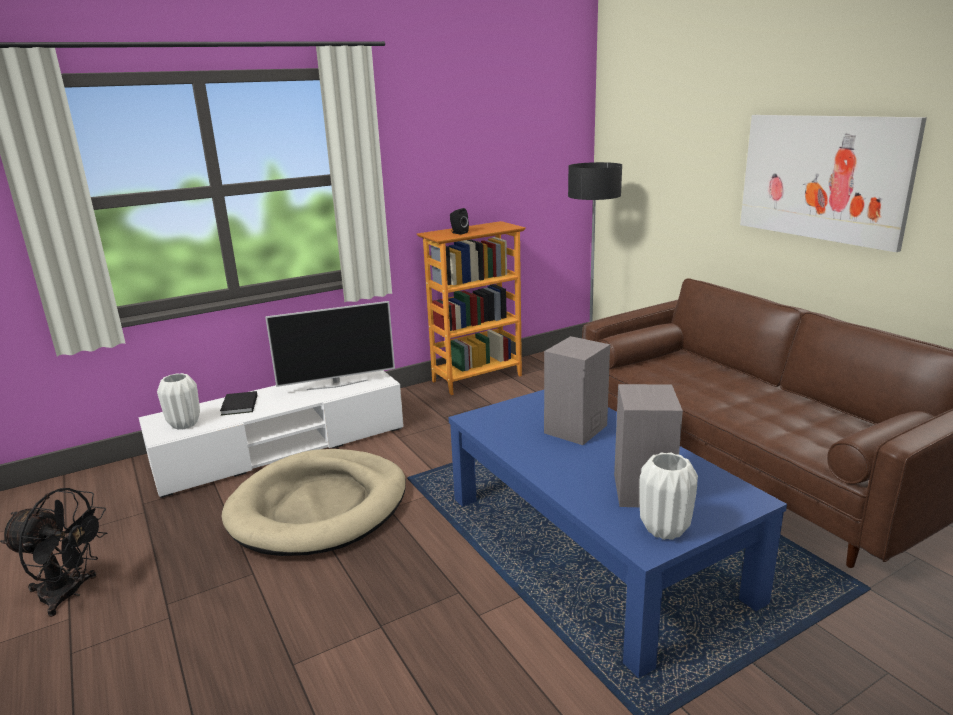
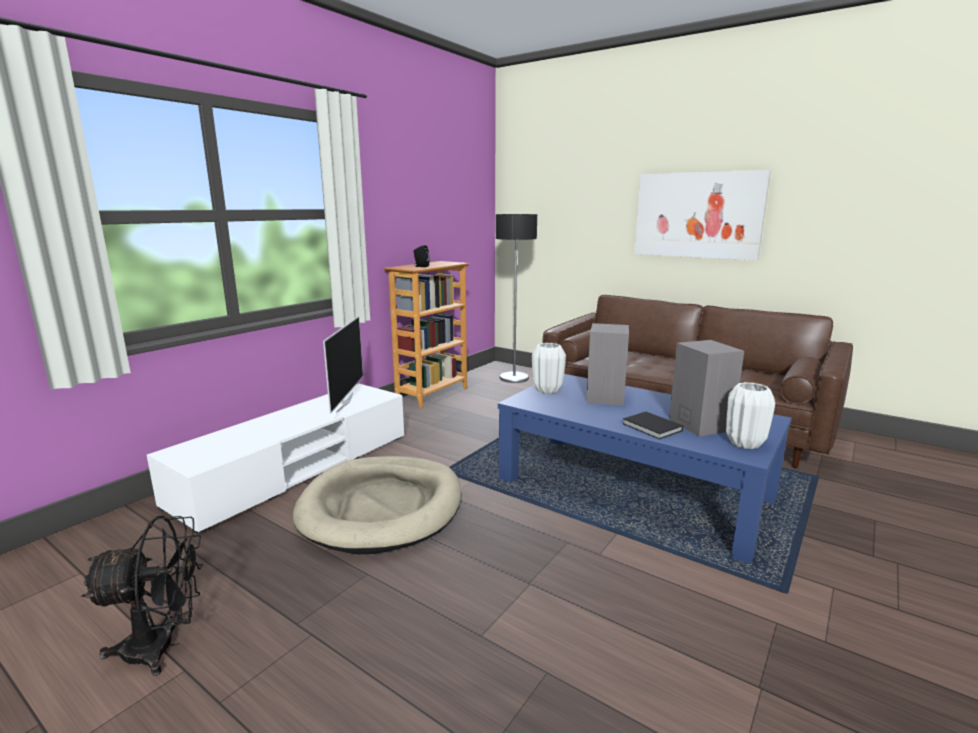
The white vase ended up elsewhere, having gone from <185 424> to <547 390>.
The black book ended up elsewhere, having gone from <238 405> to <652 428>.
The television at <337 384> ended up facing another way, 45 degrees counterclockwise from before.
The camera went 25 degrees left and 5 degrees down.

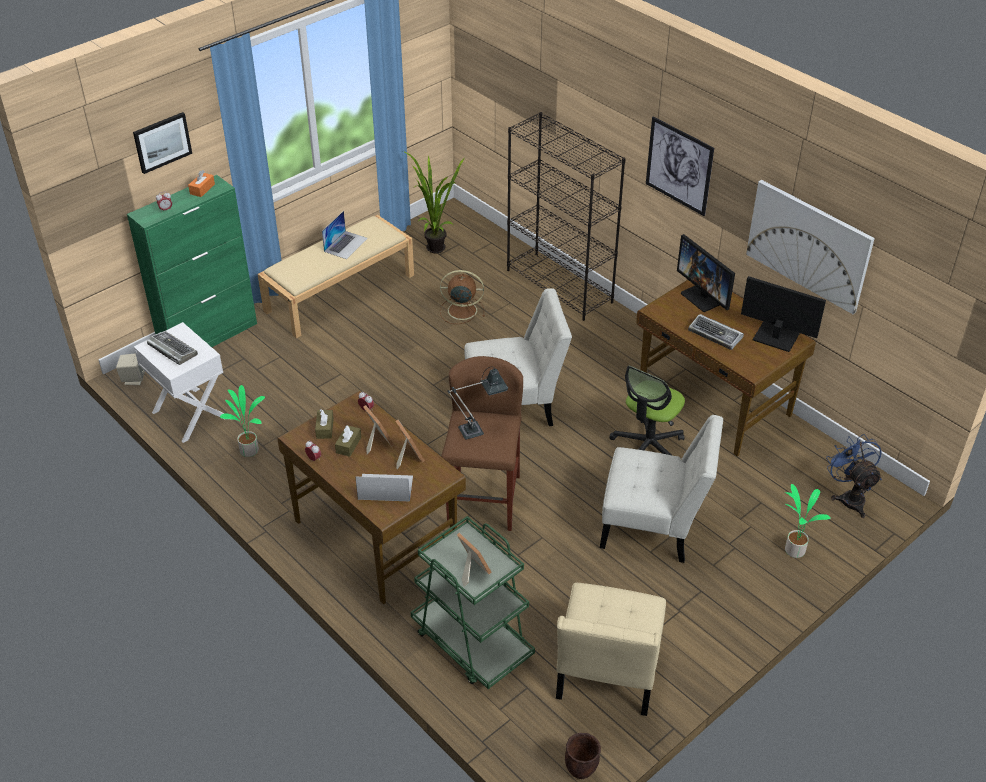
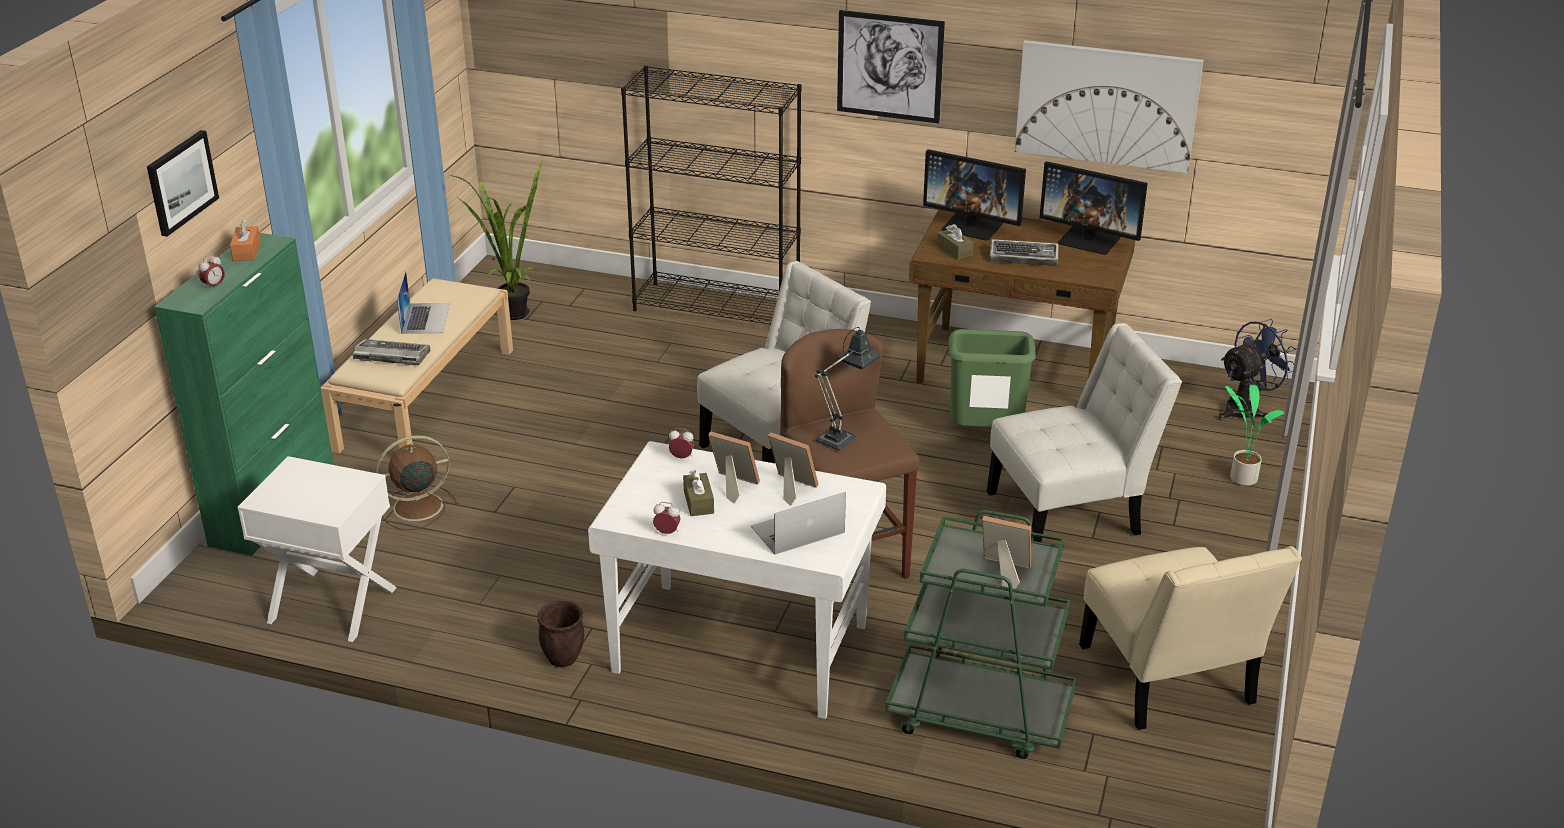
The second view lost the beige speaker at <133 379>.
The keyboard ended up elsewhere, having gone from <172 350> to <391 356>.
The second view lost the potted plant at <249 449>.
What was the brown desk at <375 535> turned into the white desk at <740 647>.
The brown tissue box ended up elsewhere, having gone from <325 428> to <954 250>.
The brown fan ended up elsewhere, having gone from <461 310> to <415 507>.
The brown planter ended up elsewhere, having gone from <580 771> to <563 659>.
Where the office chair stood at <648 447>, the green trash can came to stand at <984 435>.
The monitor at <775 336> ended up facing another way, 150 degrees counterclockwise from before.
The blue fan at <849 497> ended up facing another way, 105 degrees clockwise from before.
The camera went 30 degrees left and 10 degrees down.

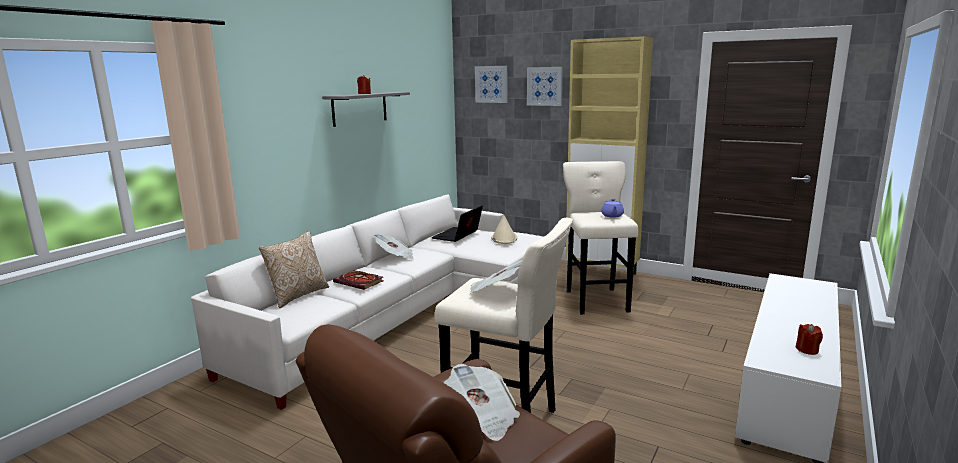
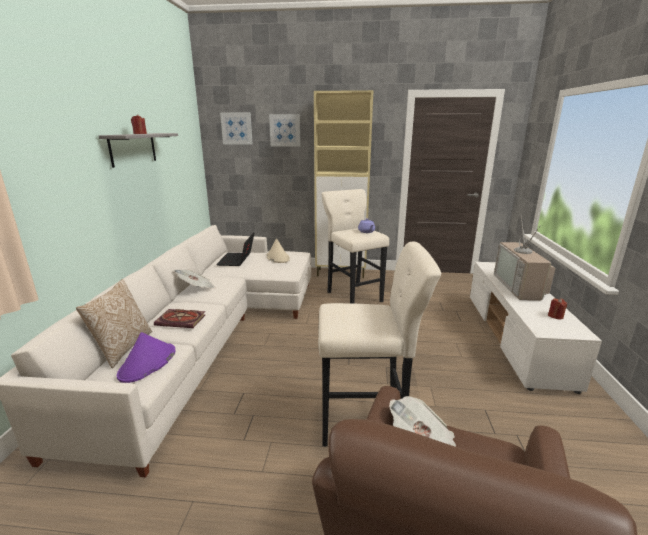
The second view lost the newspaper at <496 291>.
The second view gained the purple hat at <147 363>.
The second view gained the television at <521 287>.
The camera went 25 degrees left and 5 degrees up.

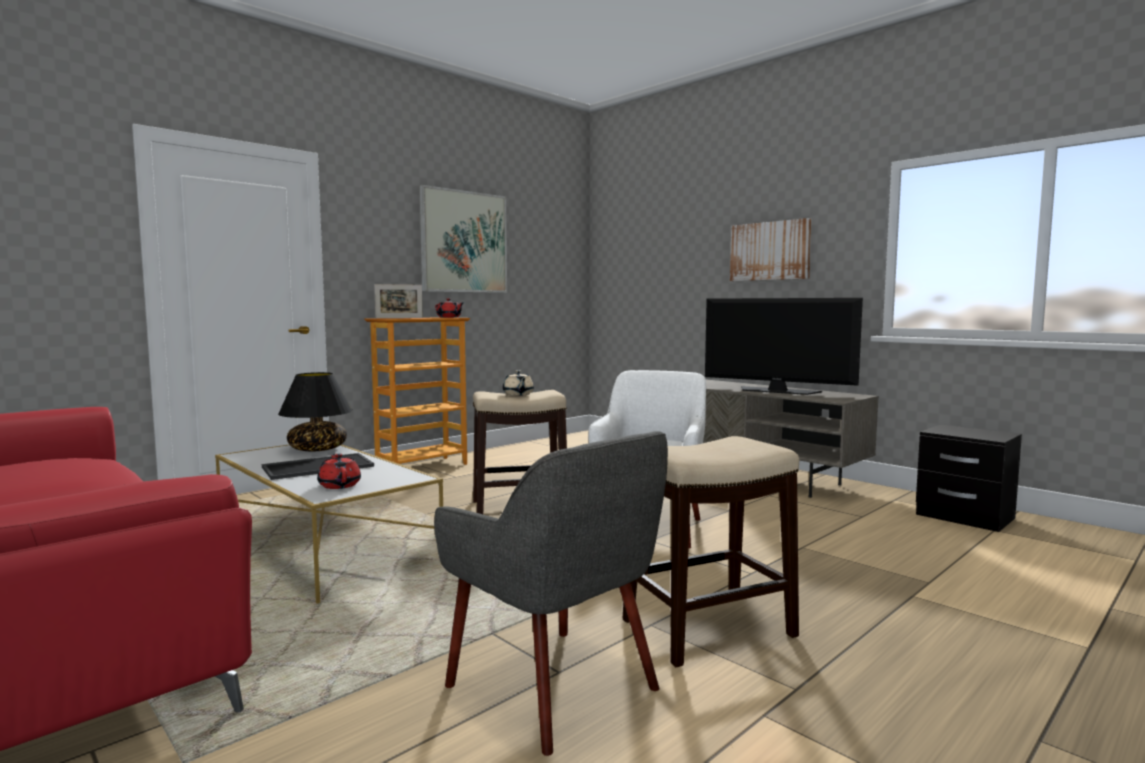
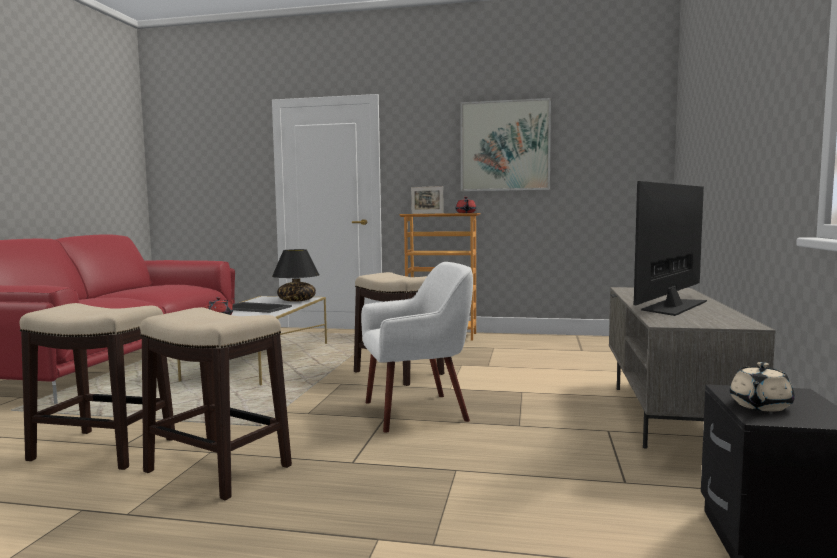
Where the grey armchair stood at <555 687>, the stool came to stand at <102 449>.
The beige teapot ended up elsewhere, having gone from <518 394> to <760 406>.
The television at <777 391> ended up facing another way, 45 degrees clockwise from before.
The second view lost the picture at <770 251>.
The camera went 55 degrees right and 0 degrees up.

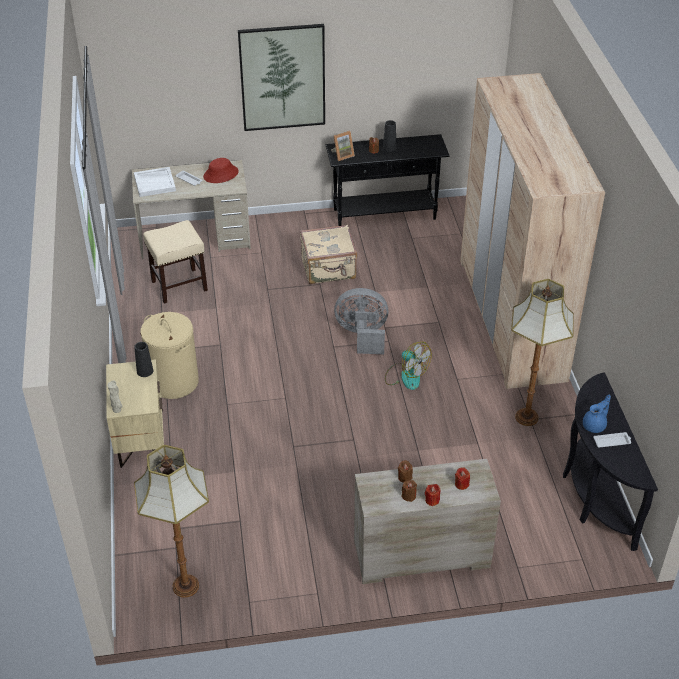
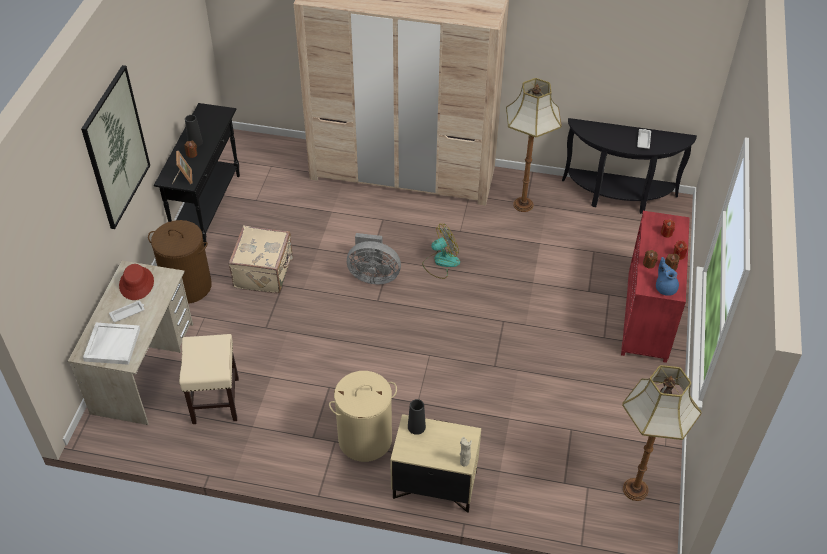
The grey fan at <362 335> ended up facing another way, 105 degrees counterclockwise from before.
What was the beige dresser at <421 556> turned into the red dresser at <647 316>.
The blue teapot ended up elsewhere, having gone from <595 425> to <665 287>.
The second view gained the brown laundry basket at <188 286>.
The camera went 70 degrees left and 5 degrees up.

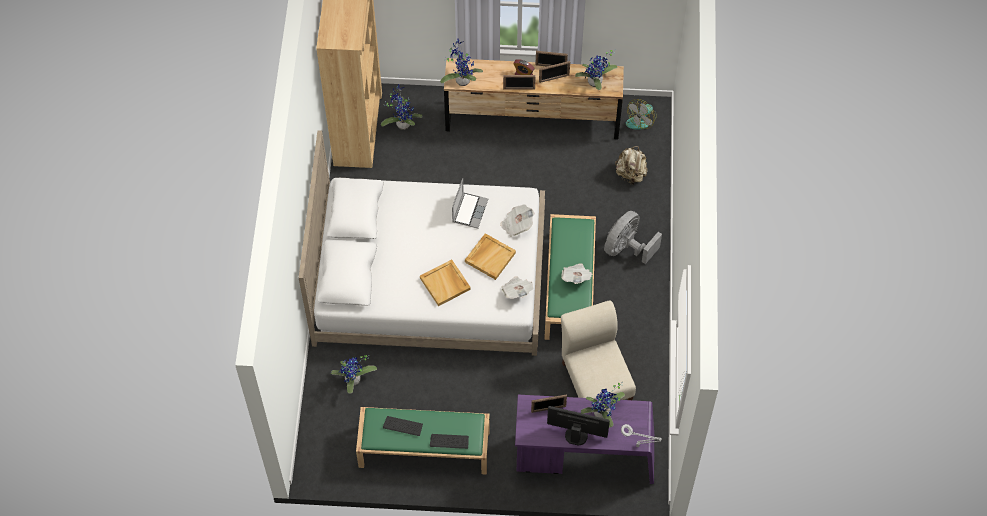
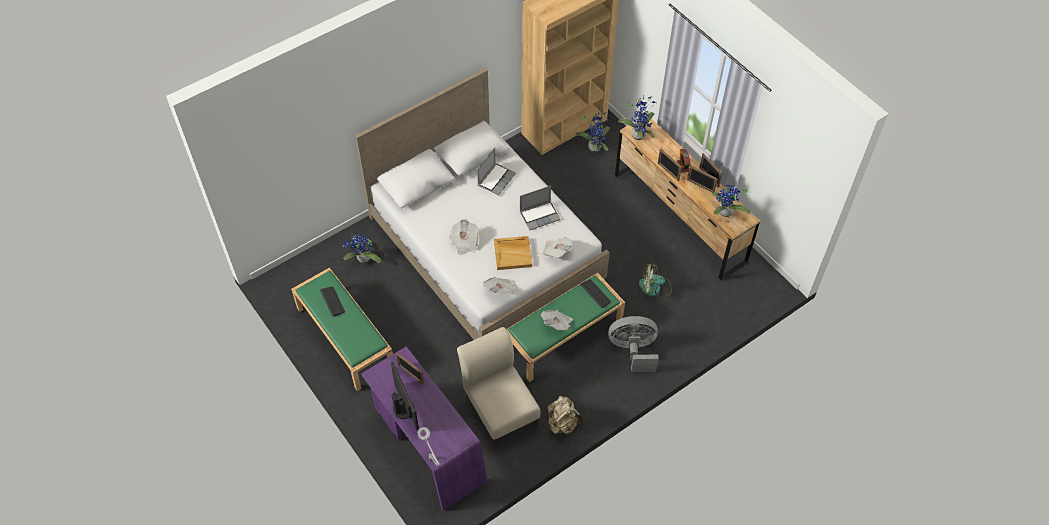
Where the beige tray stood at <445 284>, the newspaper came to stand at <464 242>.
The keyboard ended up elsewhere, having gone from <449 441> to <595 294>.
The beige chair at <595 379> ended up facing another way, 60 degrees counterclockwise from before.
The second view lost the potted plant at <603 414>.
The beige backpack ended up elsewhere, having gone from <631 174> to <562 423>.
The fan ended up elsewhere, having gone from <641 119> to <655 288>.
The second view gained the laptop at <496 179>.
The camera went 50 degrees right and 5 degrees down.

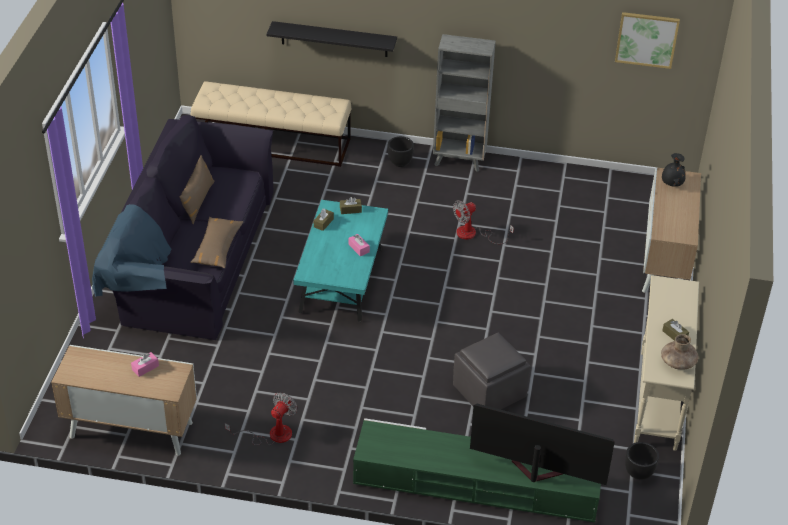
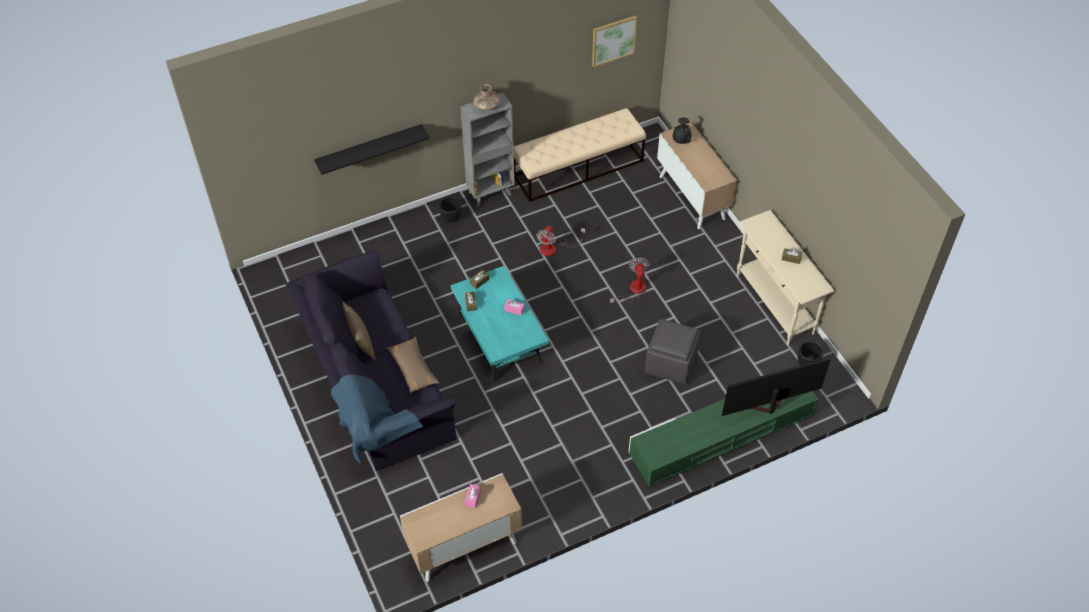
The beige bench ended up elsewhere, having gone from <273 143> to <578 168>.
The fan ended up elsewhere, having gone from <271 435> to <633 290>.
The brown vase ended up elsewhere, having gone from <678 362> to <487 105>.
The camera went 35 degrees left and 10 degrees up.

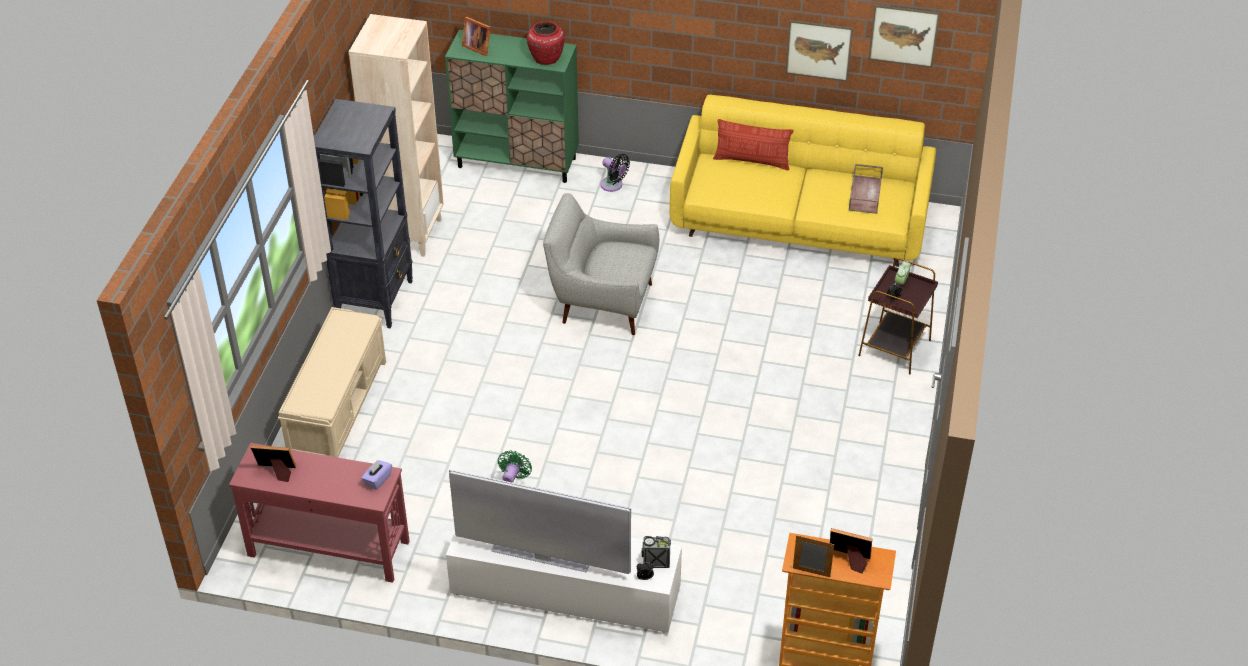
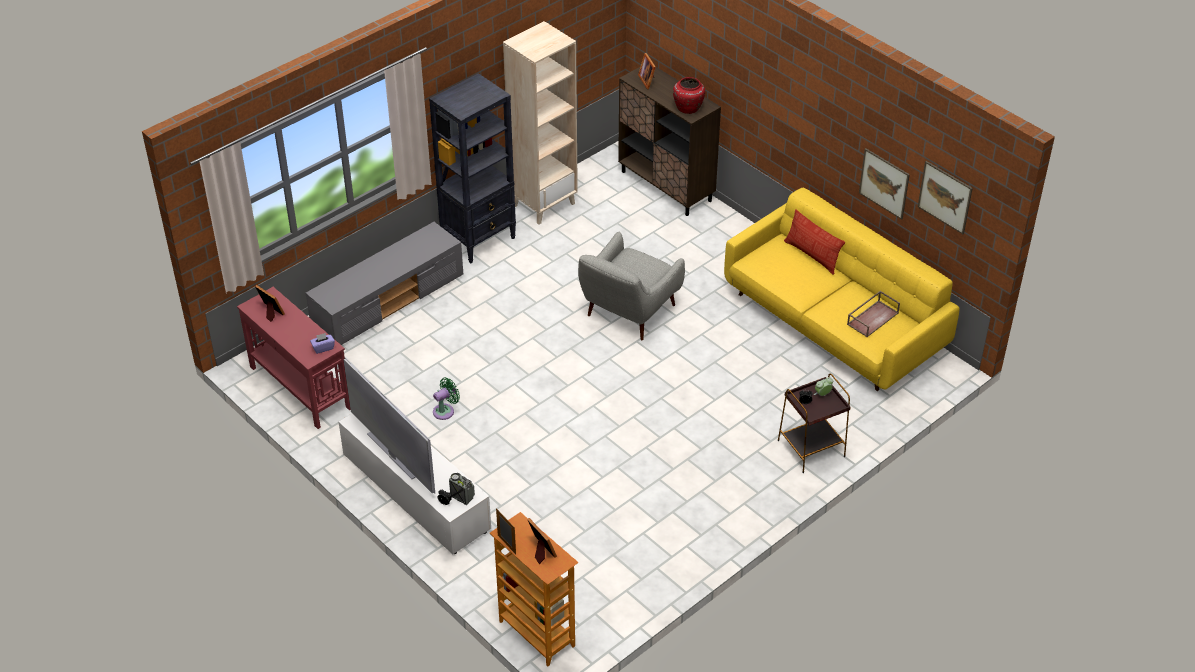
Where the beige bench stood at <338 408>, the grey tv stand came to stand at <389 301>.
What was the green cabinet at <517 162> turned into the brown cabinet at <666 186>.
The grey armchair at <602 302> ended up facing another way, 105 degrees counterclockwise from before.
The second view lost the black fan at <613 185>.
The camera went 35 degrees right and 0 degrees up.

